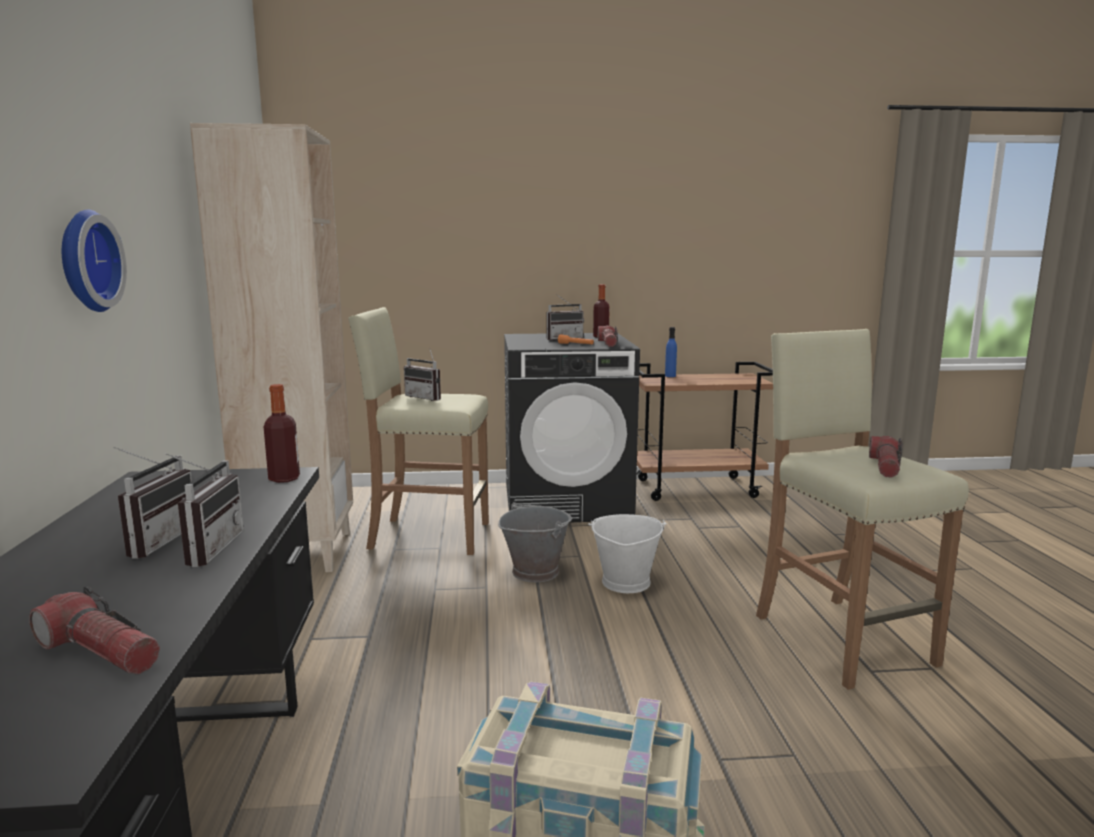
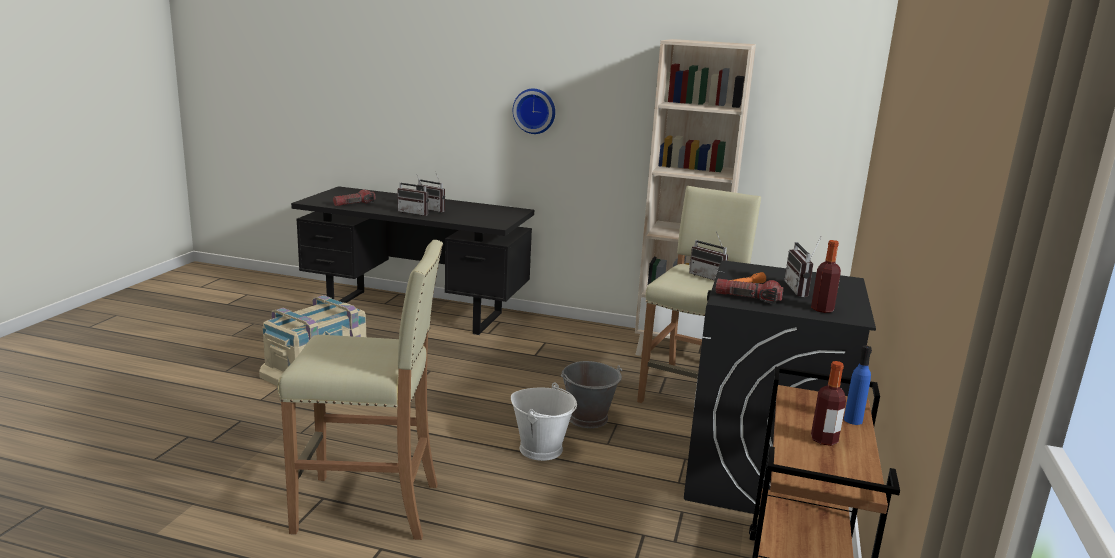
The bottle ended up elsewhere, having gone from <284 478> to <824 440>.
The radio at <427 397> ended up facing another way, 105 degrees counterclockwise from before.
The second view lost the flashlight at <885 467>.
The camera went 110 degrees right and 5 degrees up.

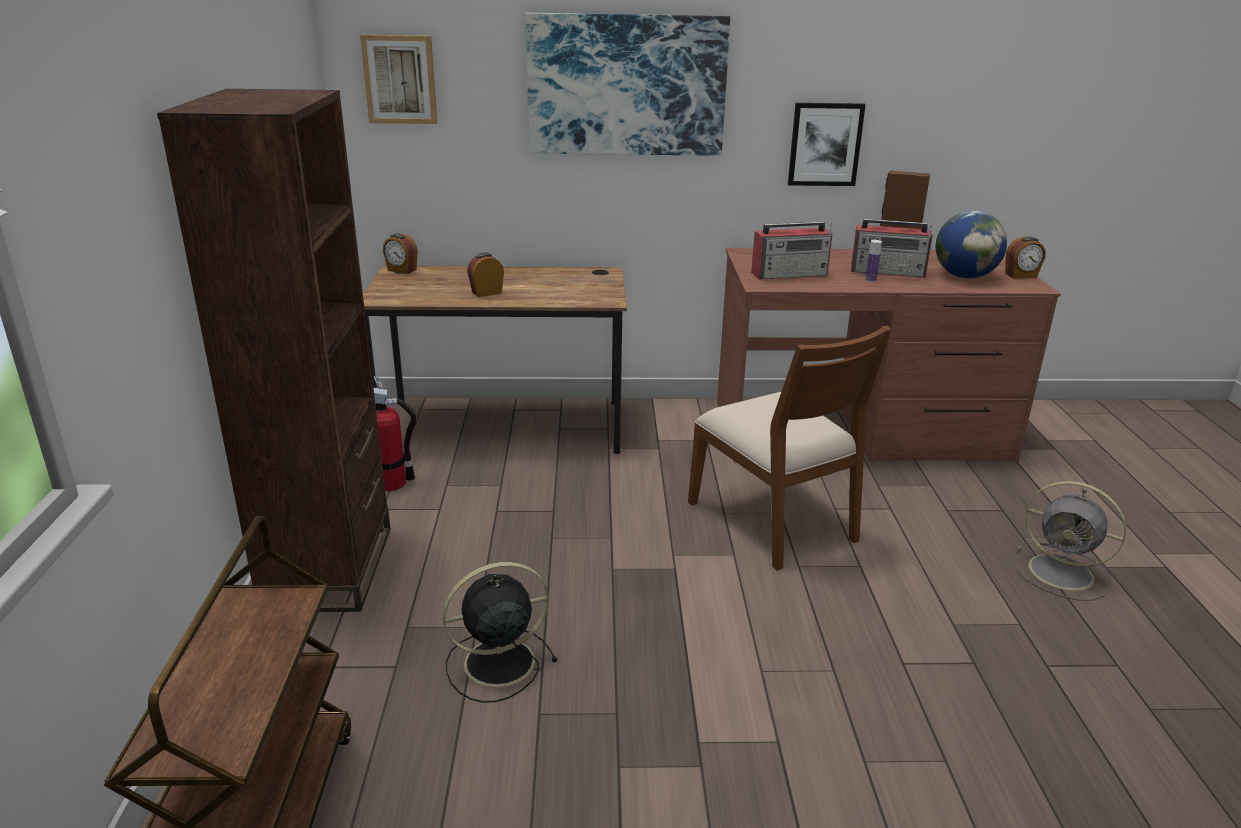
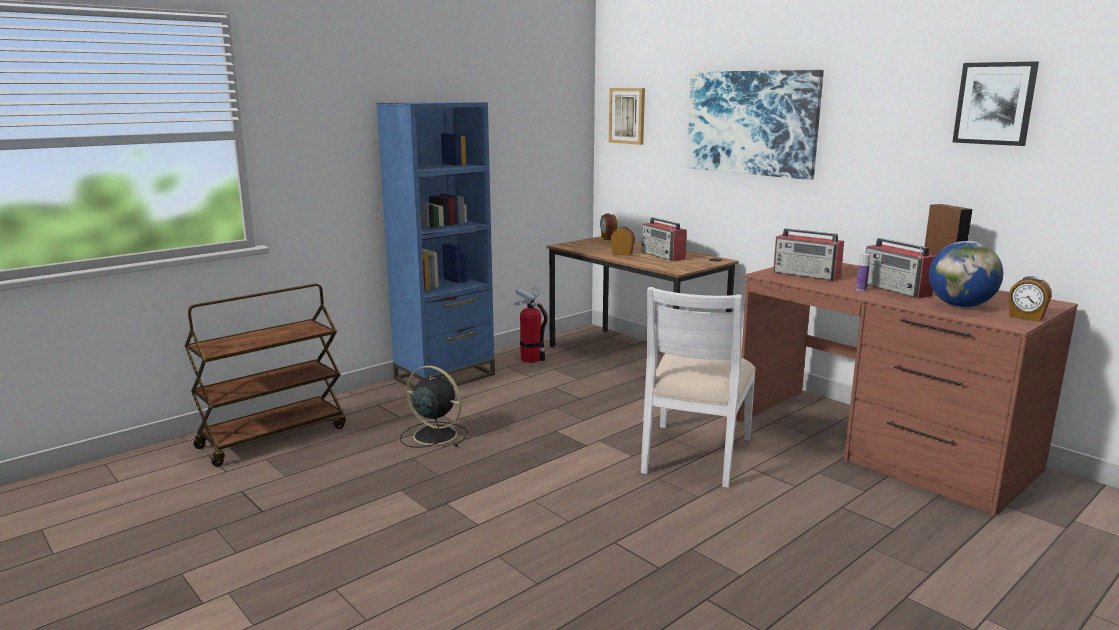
What was the brown bookcase at <329 567> turned into the blue bookcase at <445 377>.
What was the brown chair at <774 520> turned into the white chair at <694 454>.
The picture ended up elsewhere, having gone from <825 144> to <994 103>.
The second view lost the grey fan at <1064 573>.
The second view gained the radio at <663 256>.
The camera went 50 degrees right and 10 degrees down.

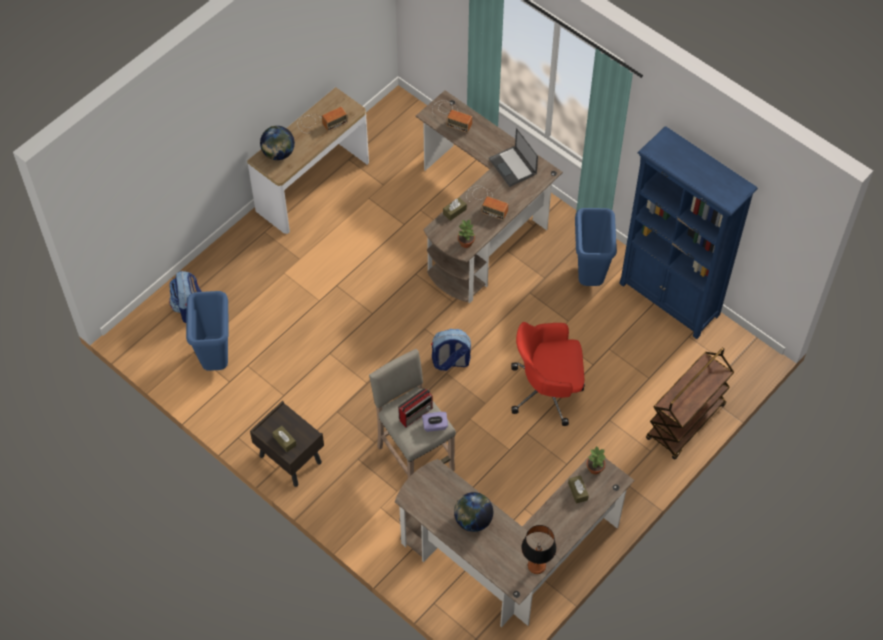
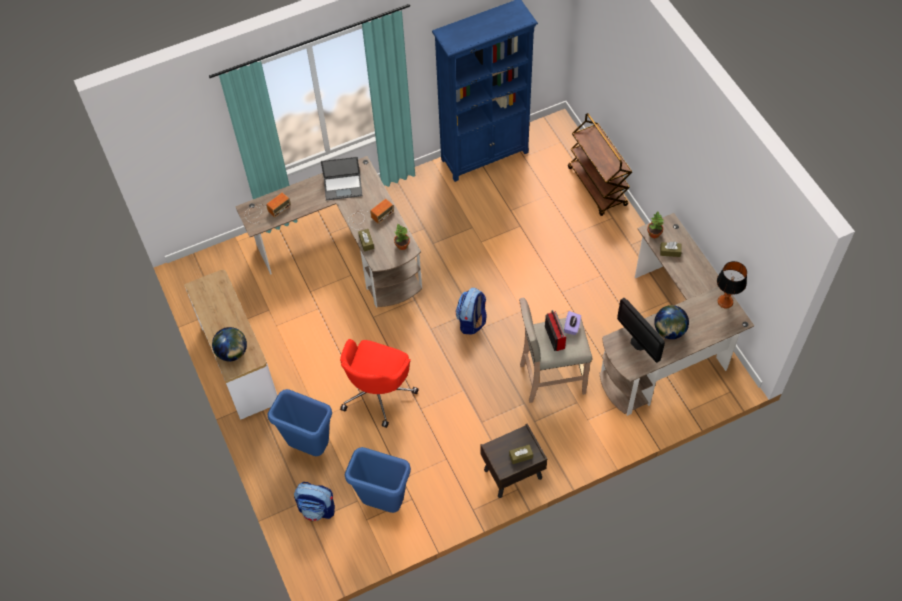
The second view lost the radio at <320 122>.
The red office chair ended up elsewhere, having gone from <547 390> to <378 392>.
The blue trash can ended up elsewhere, having gone from <589 276> to <308 447>.
The second view gained the monitor at <639 342>.
The camera went 65 degrees left and 0 degrees up.

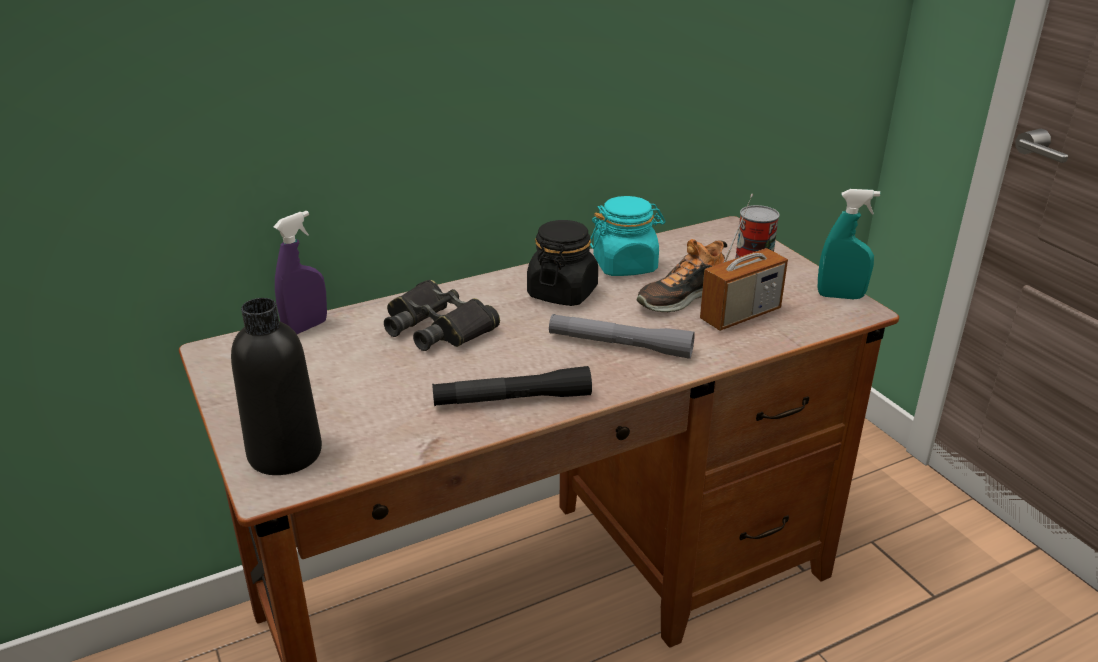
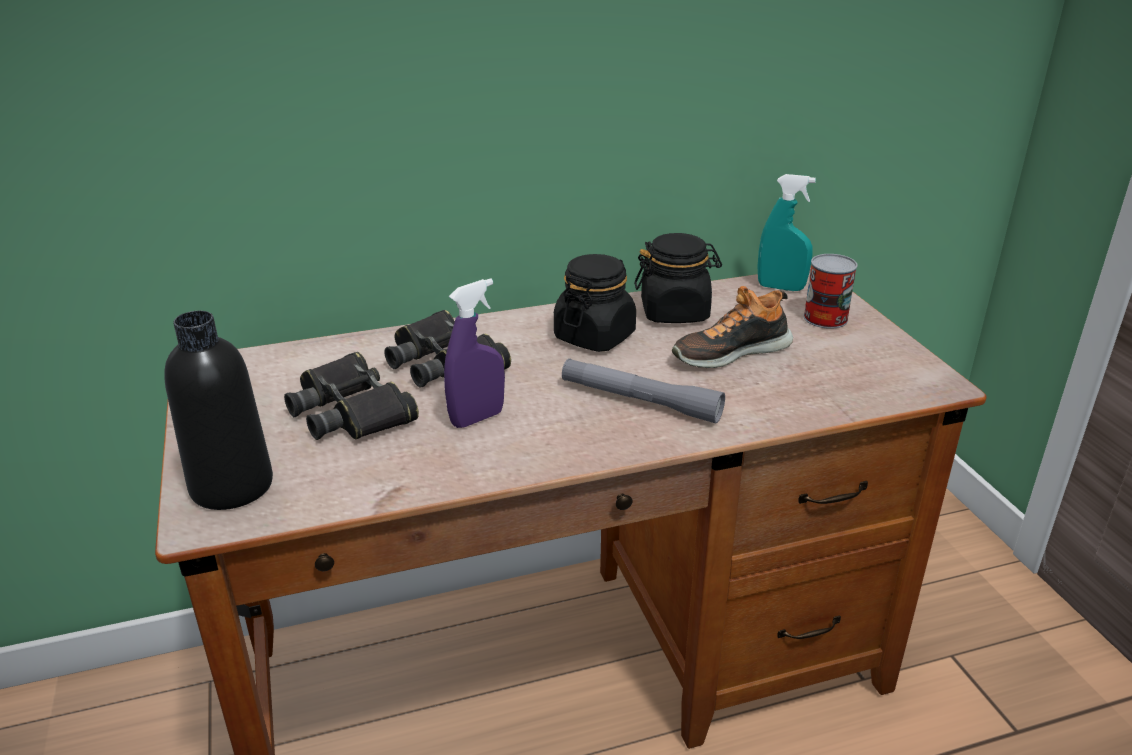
The purple spray bottle ended up elsewhere, having gone from <306 327> to <477 418>.
The second view lost the black flashlight at <512 399>.
What was the turquoise jar at <625 265> turned into the black jar at <675 312>.
The second view lost the radio at <740 315>.
The turquoise spray bottle ended up elsewhere, having gone from <840 296> to <781 287>.
The second view gained the black binoculars at <351 410>.
The camera went 10 degrees right and 0 degrees up.

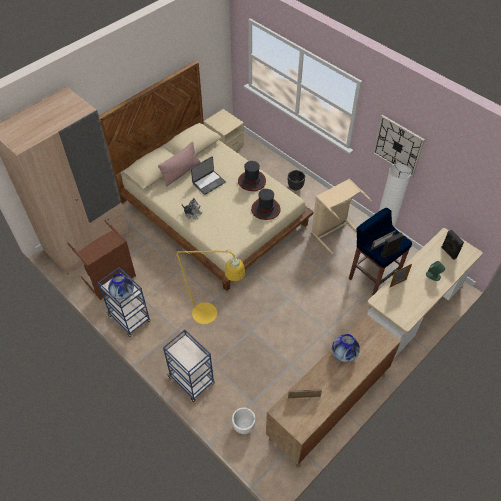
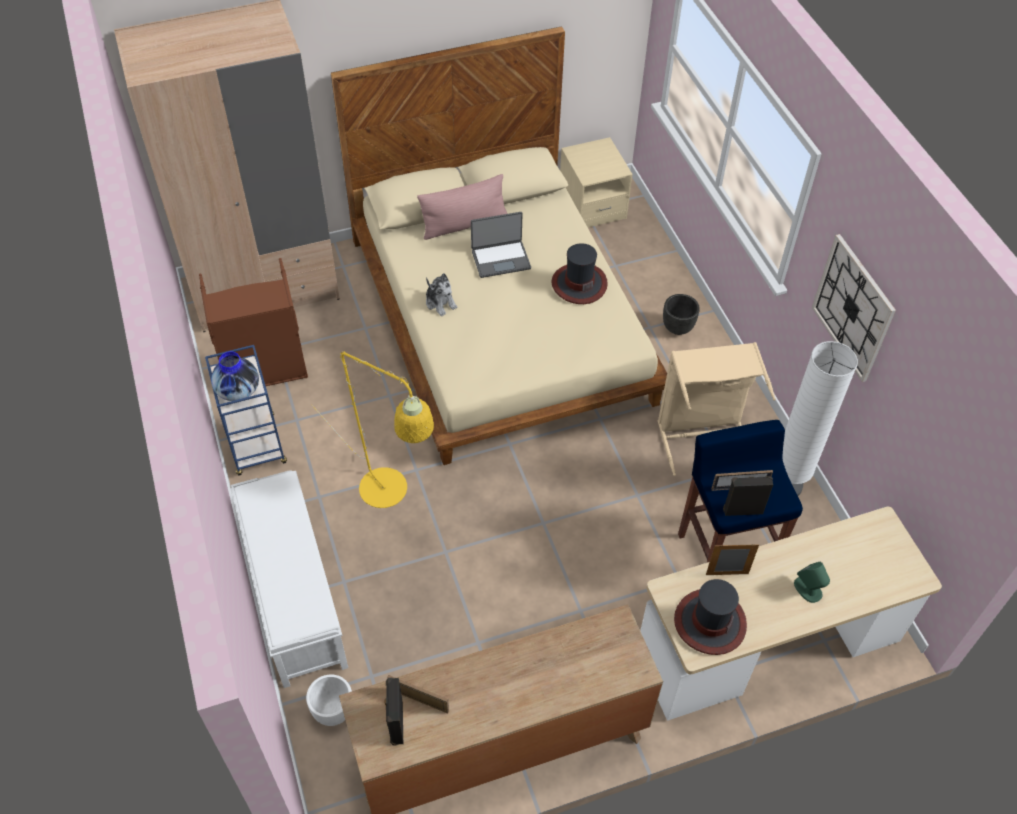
Where the blue cart stood at <192 381>, the white bench came to stand at <294 594>.
The hat ended up elsewhere, having gone from <265 209> to <709 622>.
The second view lost the vase at <344 353>.
The black speaker ended up elsewhere, having gone from <448 252> to <396 723>.
The camera went 25 degrees right and 0 degrees up.

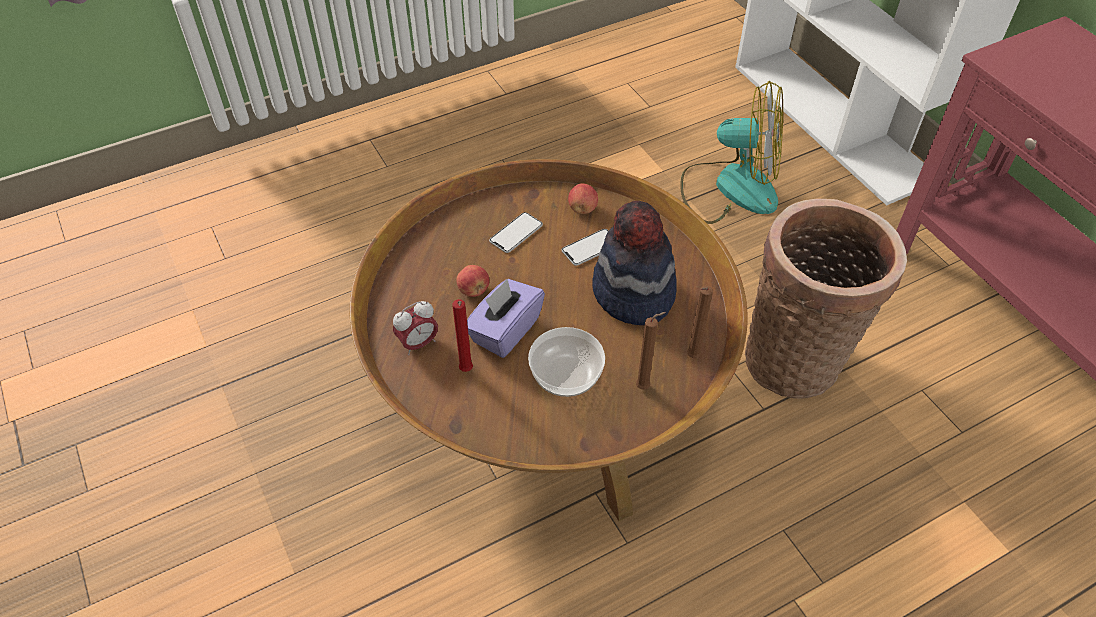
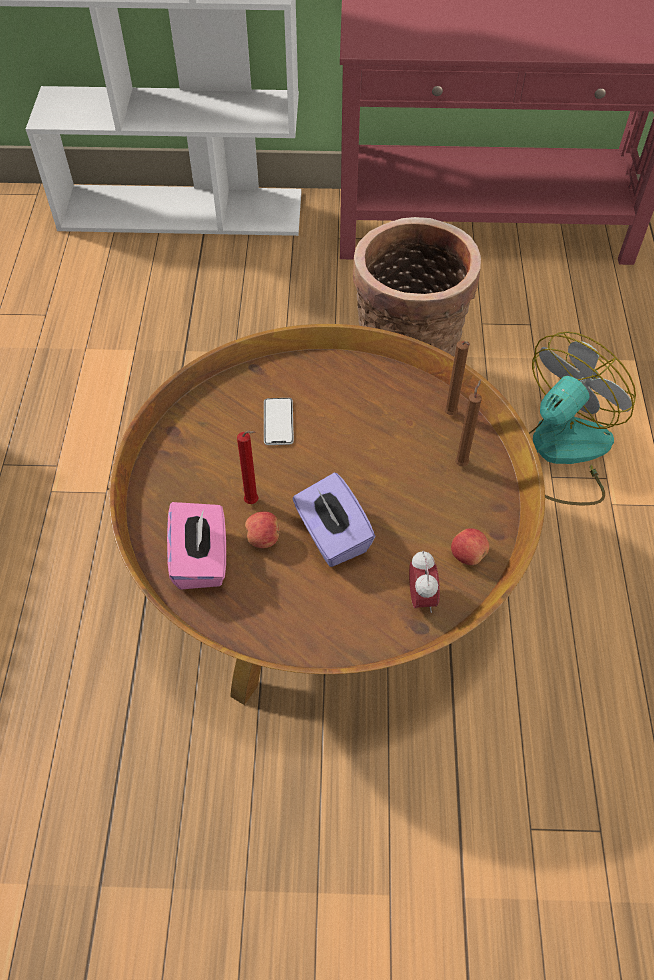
The alarm clock ended up elsewhere, having gone from <418 344> to <421 597>.
The red candle ended up elsewhere, having gone from <466 371> to <253 502>.
The second view lost the phone at <516 233>.
The second view lost the bowl at <565 375>.
The apple ended up elsewhere, having gone from <582 208> to <467 555>.
The second view lost the hat at <632 293>.
The fan ended up elsewhere, having gone from <730 187> to <558 452>.
The second view gained the pink tissue box at <201 559>.
The camera went 60 degrees left and 5 degrees up.

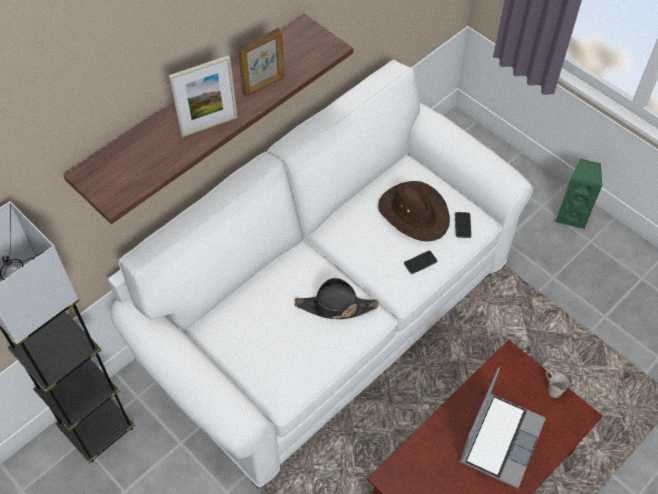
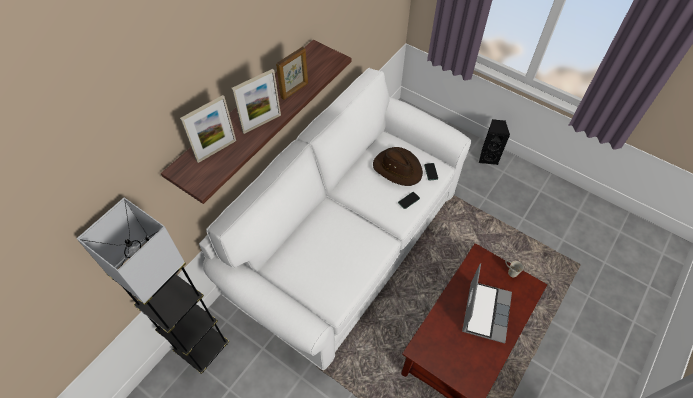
The second view lost the black hat at <335 306>.
What was the green speaker at <572 216> turned into the black speaker at <488 157>.
The second view gained the picture frame at <216 150>.
The camera went 10 degrees left and 0 degrees up.

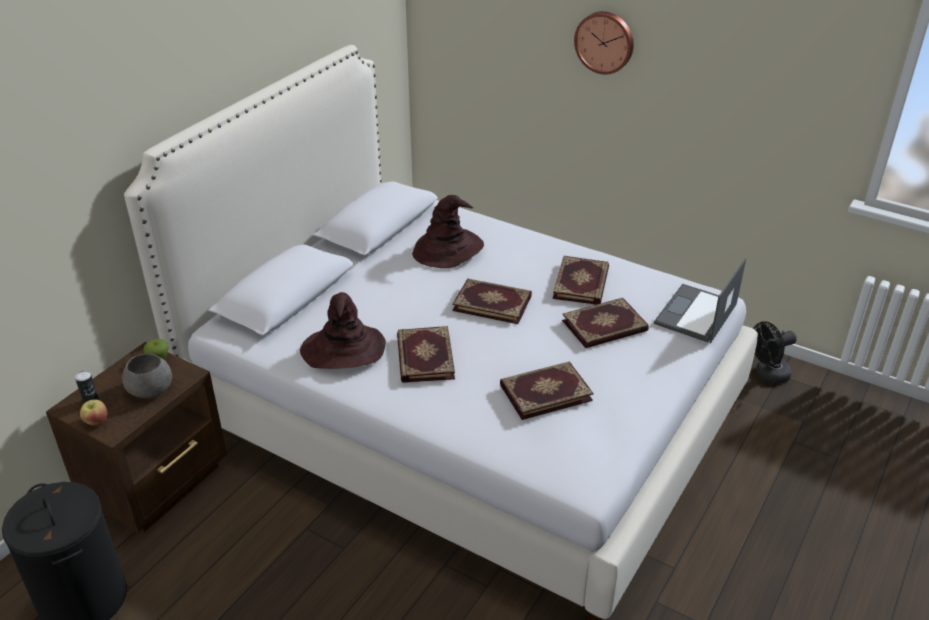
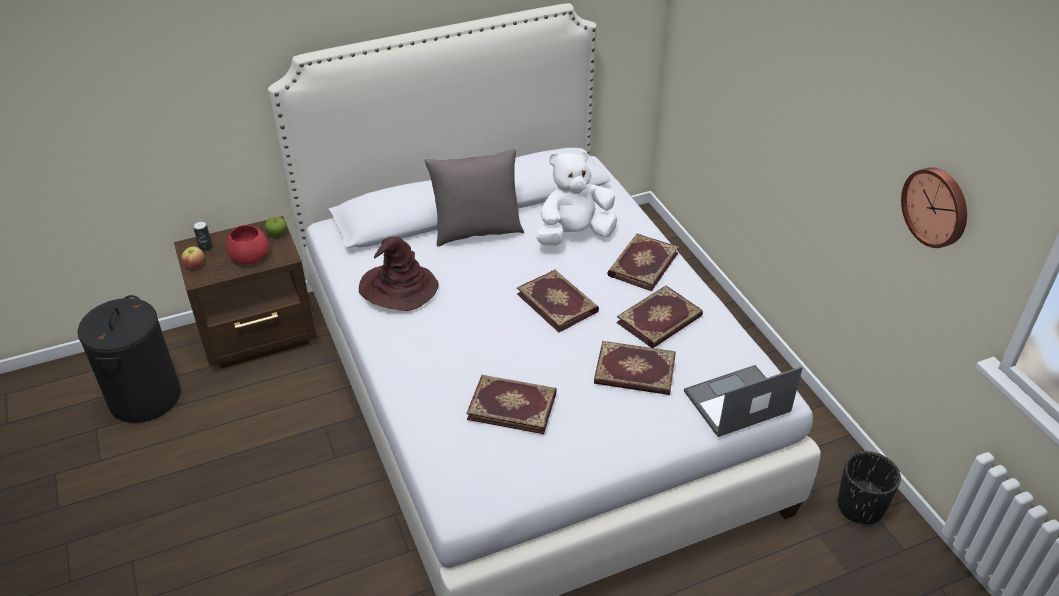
What was the grey bowl at <151 389> turned into the red bowl at <250 257>.
The book ended up elsewhere, having gone from <424 357> to <642 264>.
Where the brown hat stood at <448 250>, the white plush toy came to stand at <574 235>.
The wall clock ended up elsewhere, having gone from <605 42> to <937 206>.
Where the black fan stood at <767 375>, the black planter came to stand at <860 506>.
The second view gained the grey pillow at <477 231>.
The camera went 35 degrees right and 5 degrees up.

